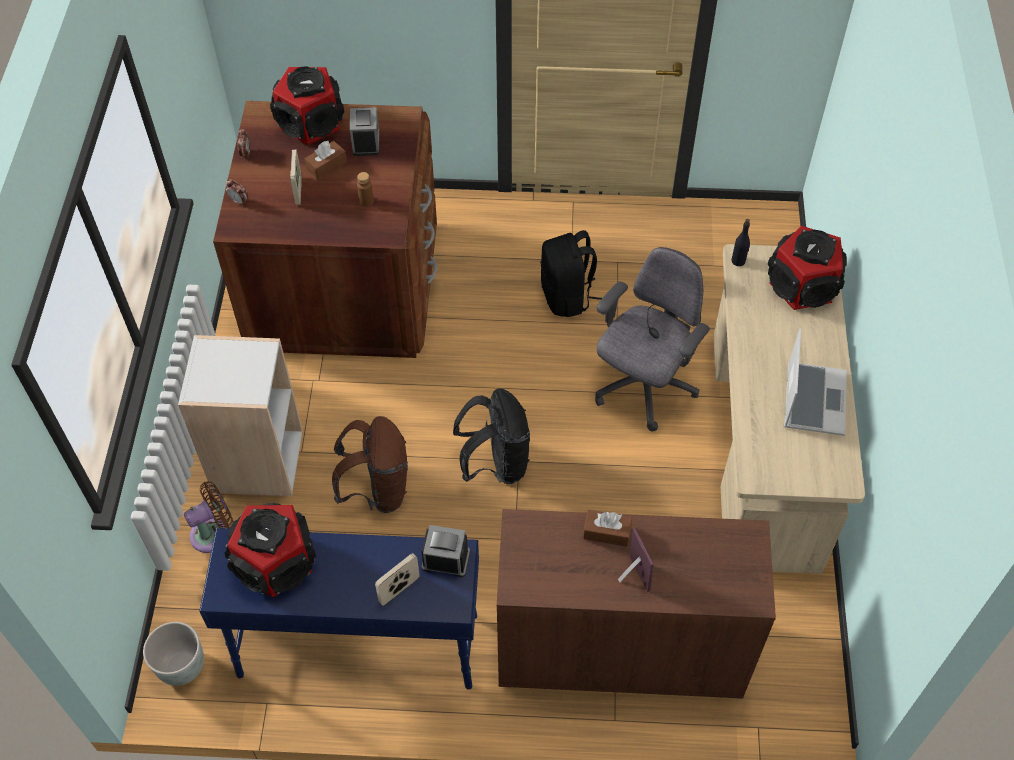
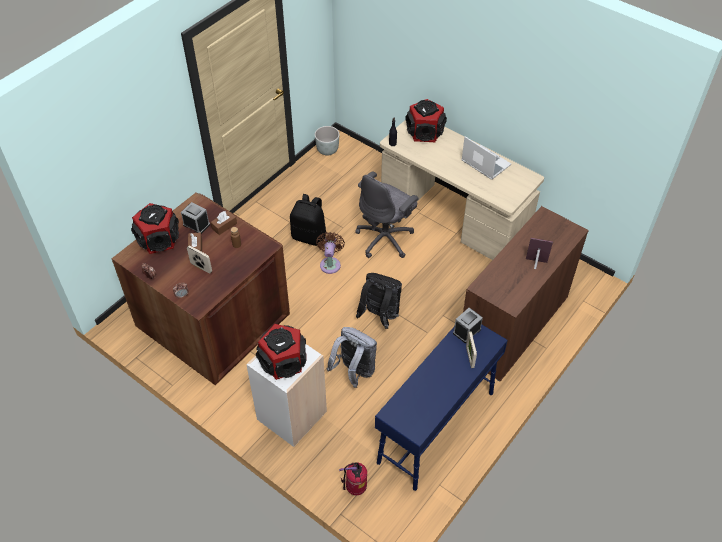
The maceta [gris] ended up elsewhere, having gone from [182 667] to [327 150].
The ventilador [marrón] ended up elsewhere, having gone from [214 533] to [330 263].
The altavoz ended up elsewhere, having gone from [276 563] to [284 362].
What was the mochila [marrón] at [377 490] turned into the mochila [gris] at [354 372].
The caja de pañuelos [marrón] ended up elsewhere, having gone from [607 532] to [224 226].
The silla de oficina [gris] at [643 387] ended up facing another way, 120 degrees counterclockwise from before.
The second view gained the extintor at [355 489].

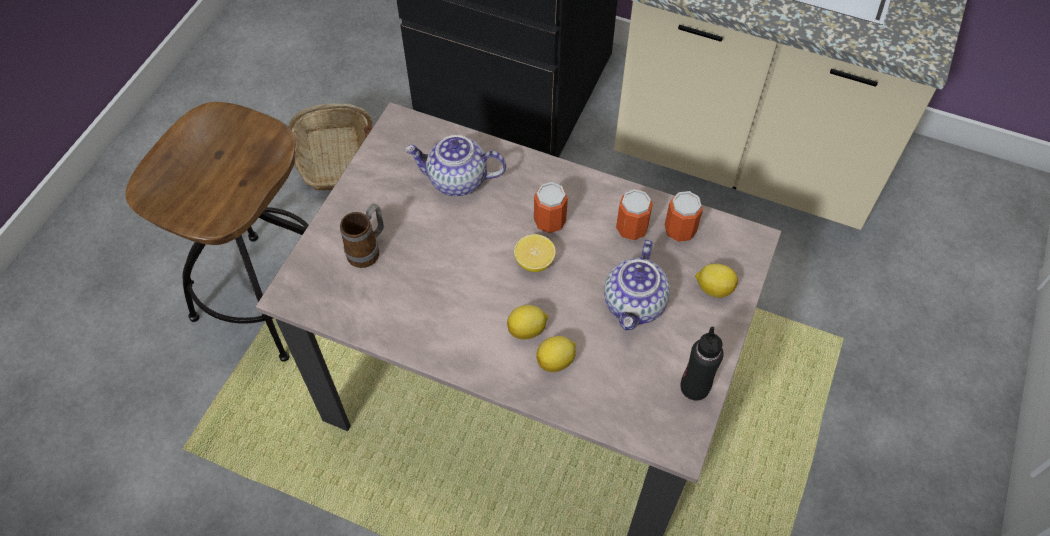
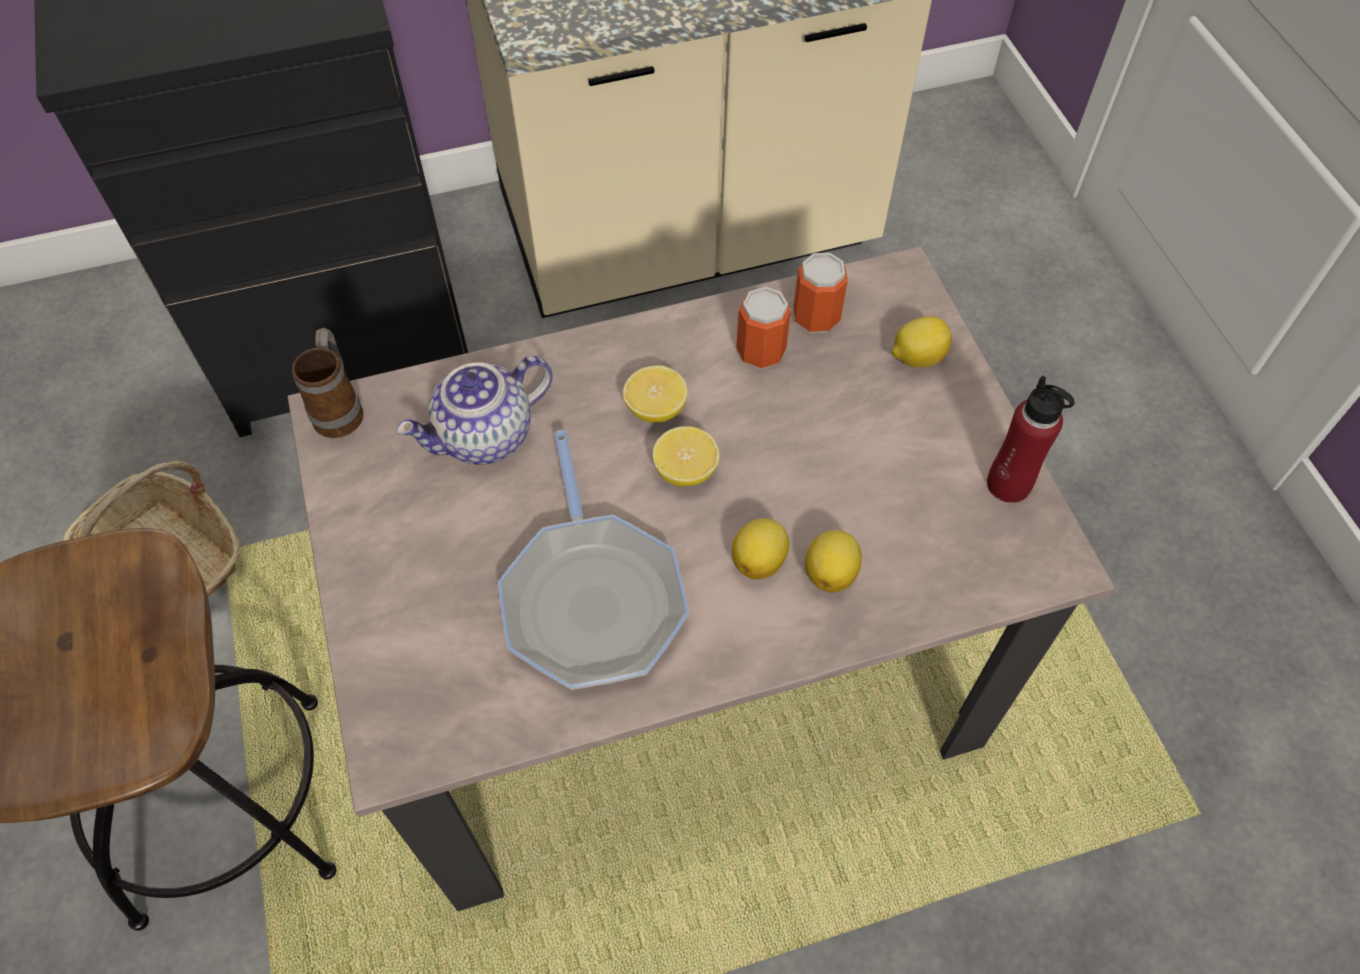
The taza grande ended up elsewhere, having gone from [368 250] to [340 408].
Where the lata stood at [549 221], the limón came to stand at [655 409].
The second view lost the tetera at [635 304].
What was the botella [negro] at [695 387] turned into the botella [rojo] at [1008 484].
The second view gained the sartén at [592 597].

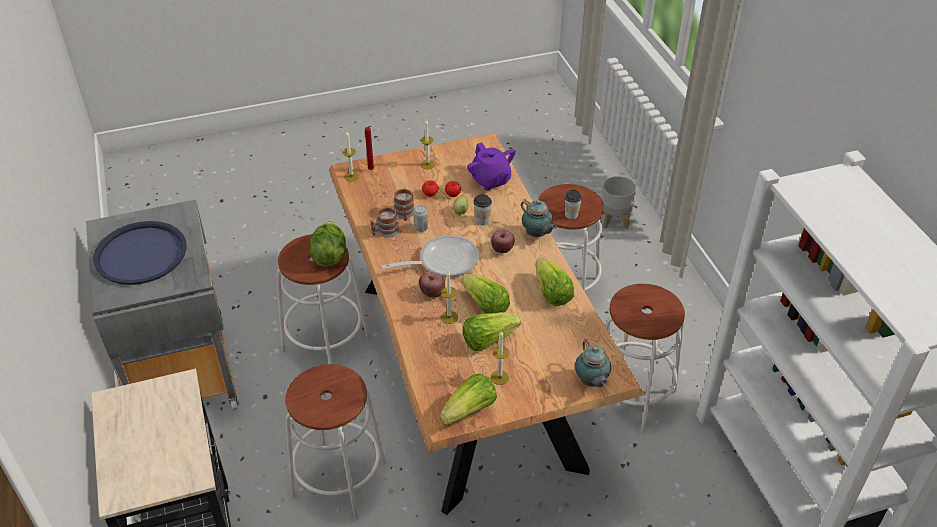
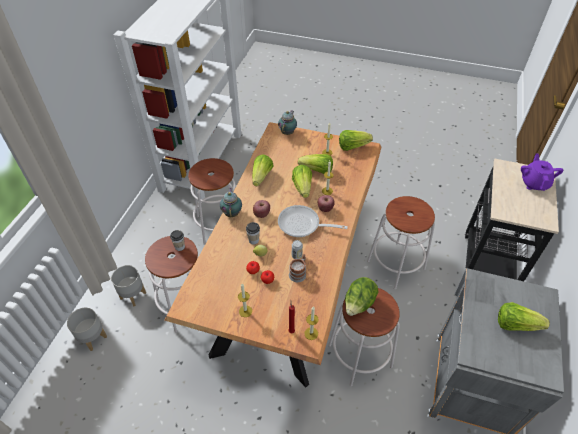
Where the bandeja [azul] stood at [141 254], the lechuga came to stand at [515 324].
The second view lost the taza grande at [384 232].
The tetera [morado] ended up elsewhere, having gone from [490 180] to [534 183].
The second view gained the maceta [gris] at [133 295].

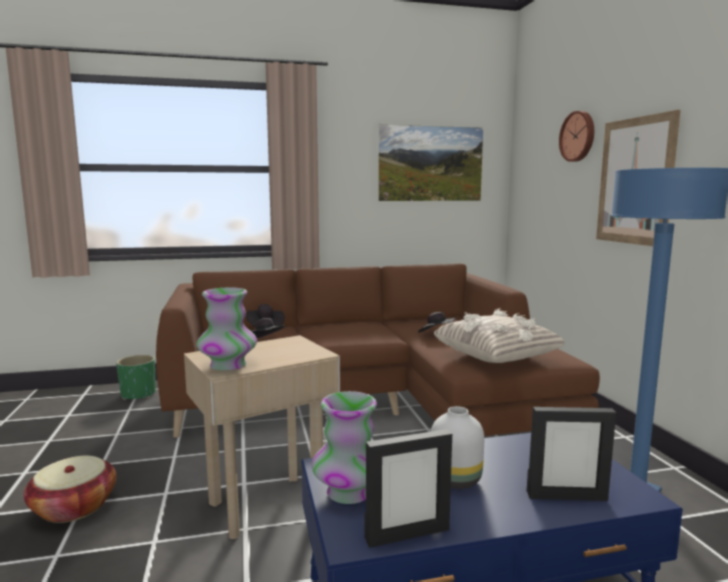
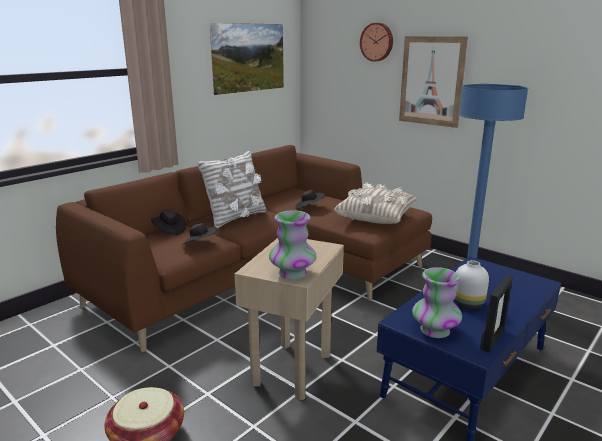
The second view lost the maceta [verde] at [138 394].
The second view lost the portarretratos at [566 496].
The second view gained the cojín [blanco] at [236 218].

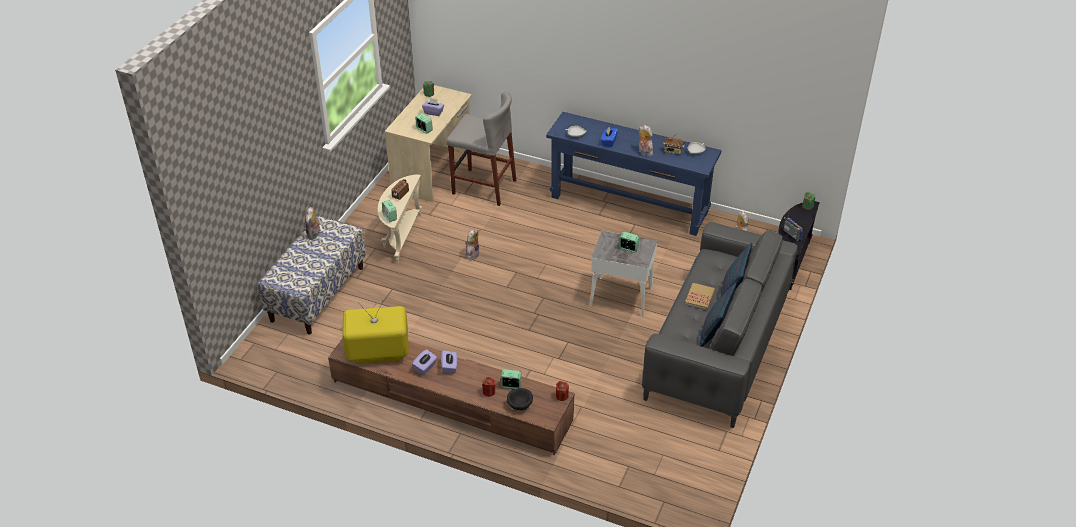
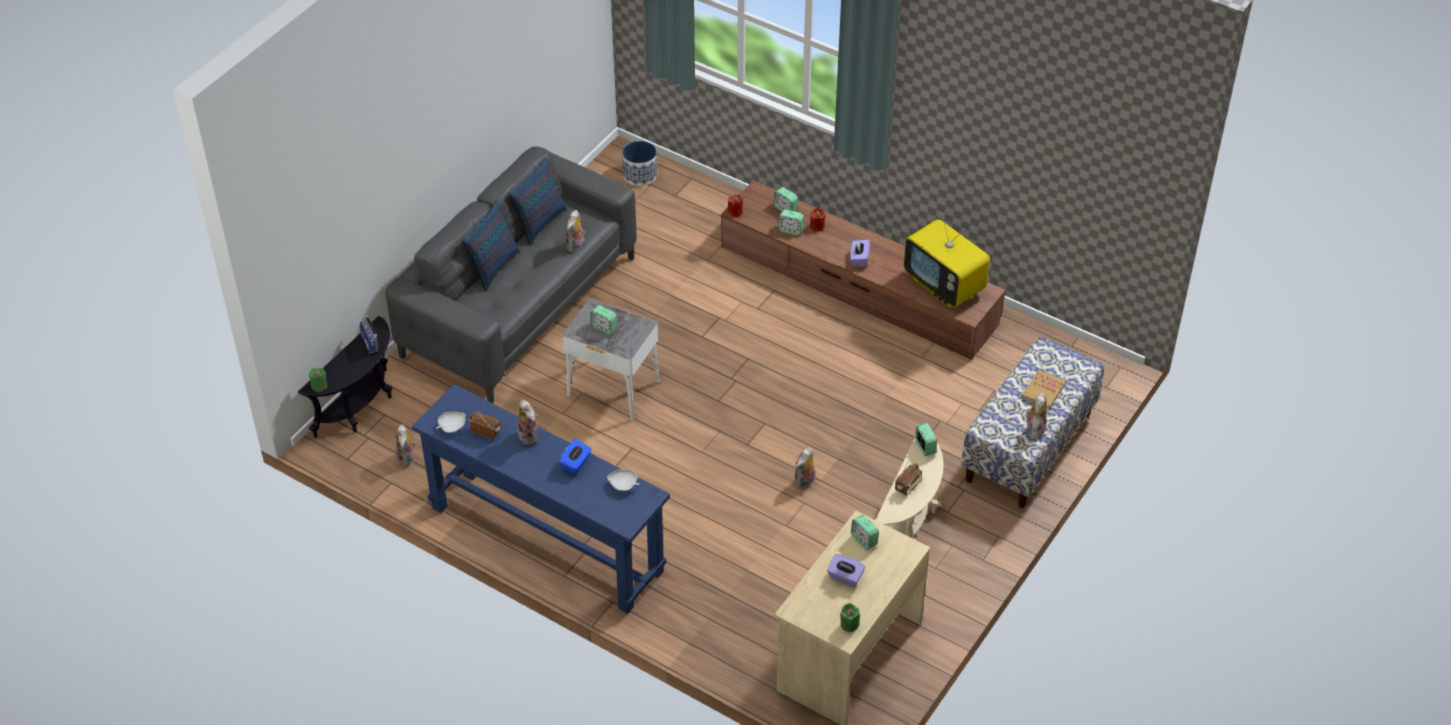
The televisor at [377 353] ended up facing another way, 45 degrees clockwise from before.
The second view lost the caja de pañuelos [morado] at [425 367].
The second view lost the taburete [gris] at [484 187].
Where the cuenco [negro] stood at [519 405], the despertador came to stand at [785 209].
The libro ended up elsewhere, having gone from [699 297] to [1043 391].
The second view gained the peluche at [576 246].
The second view gained the maceta at [640 175].

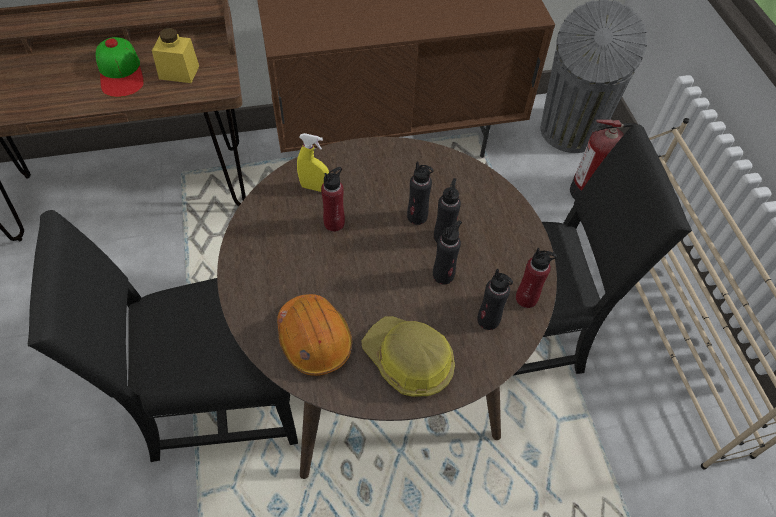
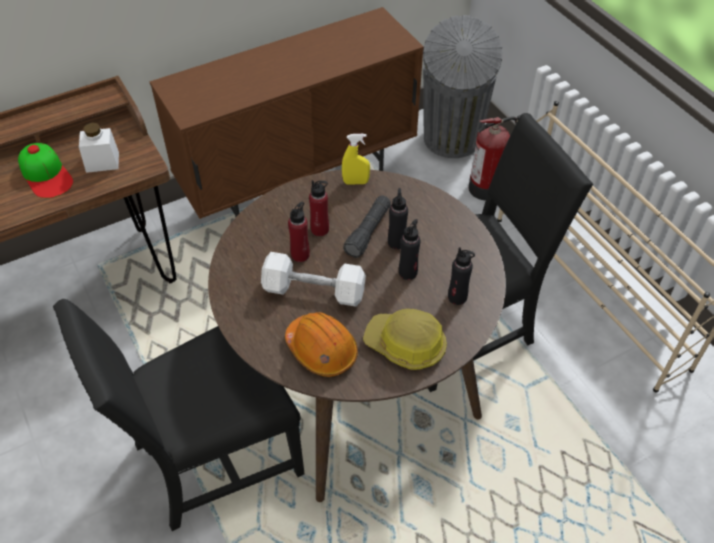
What was the tarro [amarillo] at [179 72] turned into the tarro [blanco] at [102 162].
The pulverizador [amarillo] ended up elsewhere, having gone from [314 187] to [355 182].
Where the botella [negro] stood at [417 216], the linterna [negro] came to stand at [368 232].
The botella [rojo] ended up elsewhere, having gone from [526 298] to [320 229].
The second view gained the mancuerna [blanco] at [314 291].

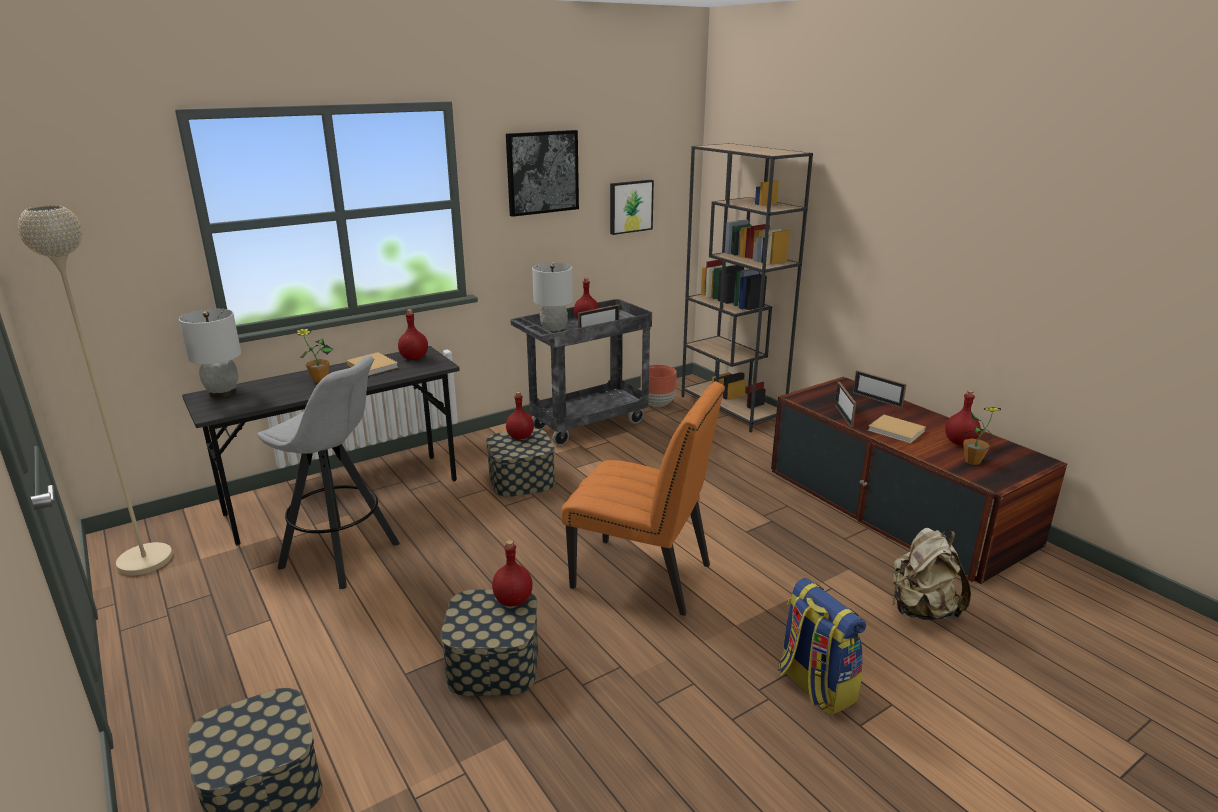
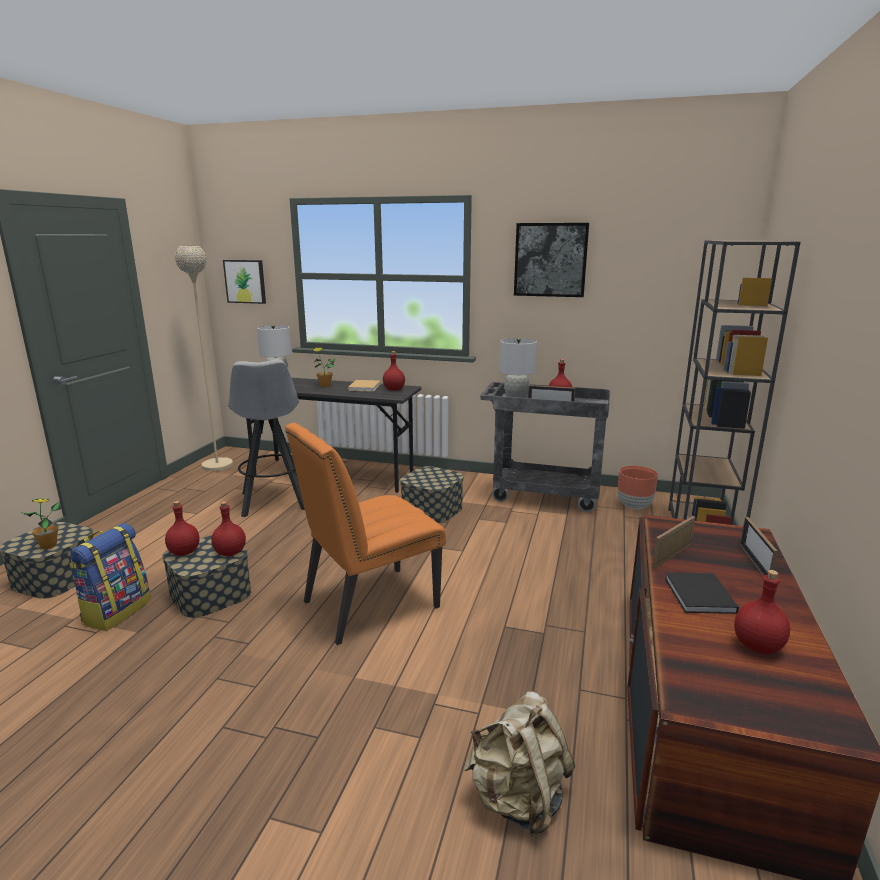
The botella [rojo] ended up elsewhere, having gone from [520 437] to [183 552].
The silla [naranja] at [640 576] ended up facing another way, 75 degrees clockwise from before.
The cuadro ended up elsewhere, having gone from [630 206] to [245 281].
The mochila ended up elsewhere, having gone from [814 686] to [116 611].
What was the libro [beis] at [897 431] turned into the libro [negro] at [700 596].
The planta en maceta ended up elsewhere, having gone from [972 461] to [48 546].

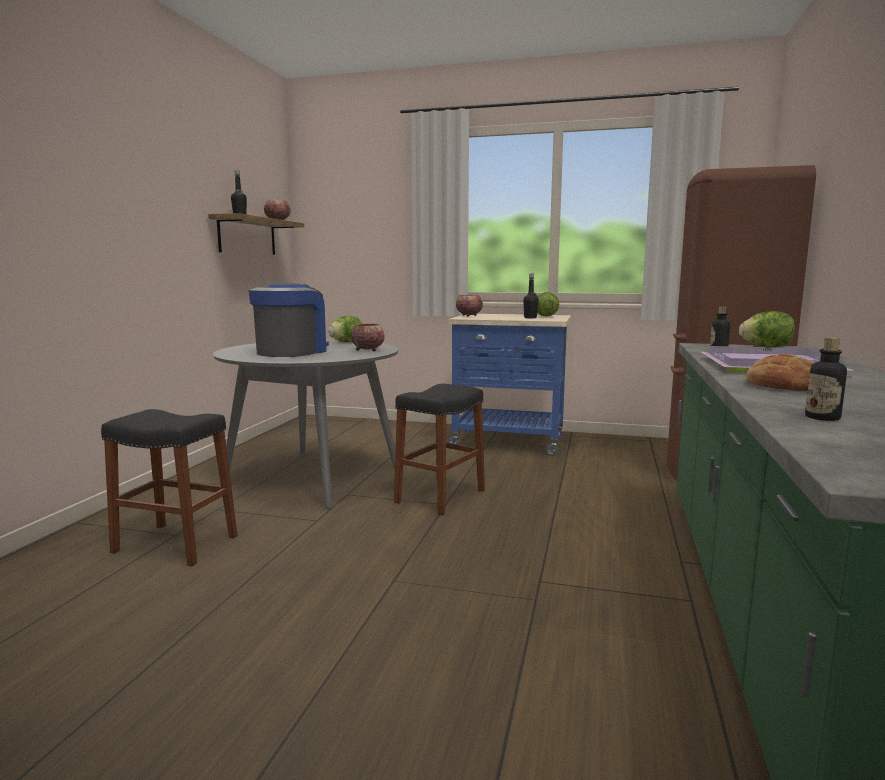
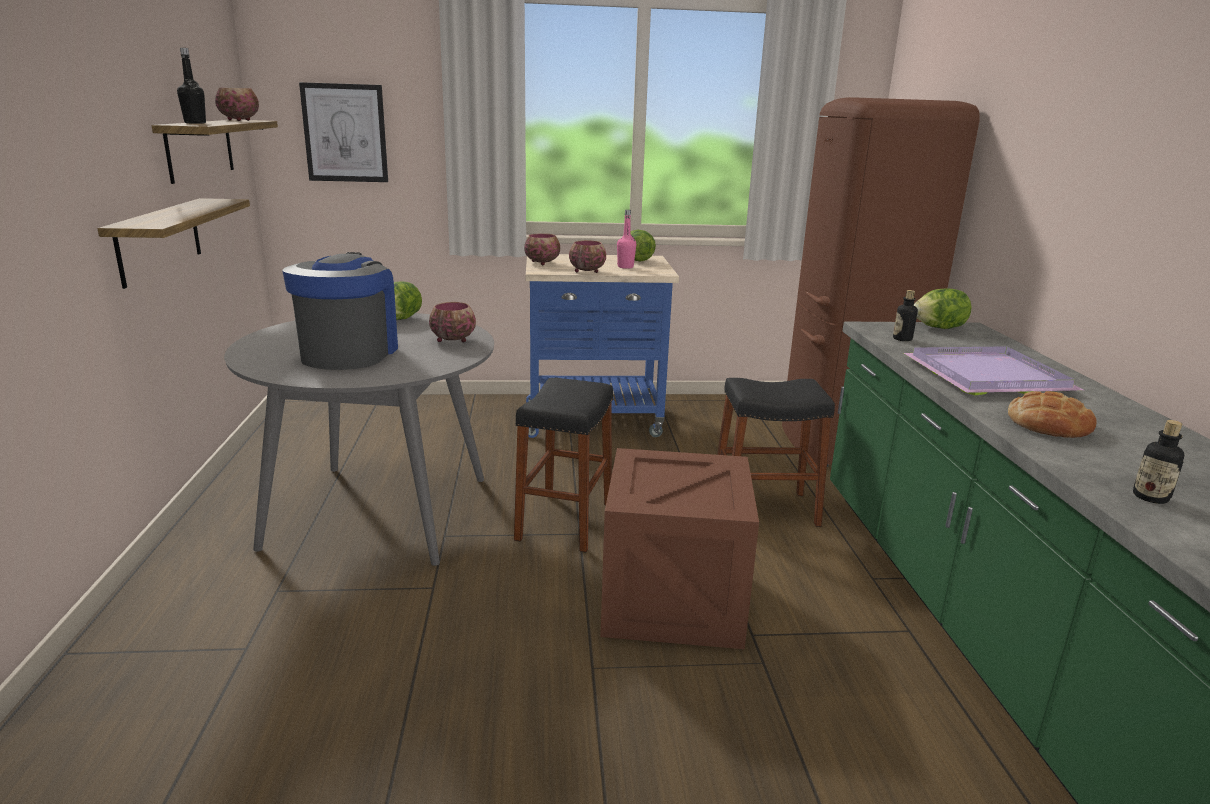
The taburete [negro] ended up elsewhere, having gone from [175 544] to [764 509].
What was the botella [negro] at [530 318] turned into the botella [rosa] at [625 267].
The second view gained the estante at [159 240].
The second view gained the cuadro at [345 133].
The second view gained the cuenco at [586 271].
The second view gained the caja de embalaje at [673 600].

